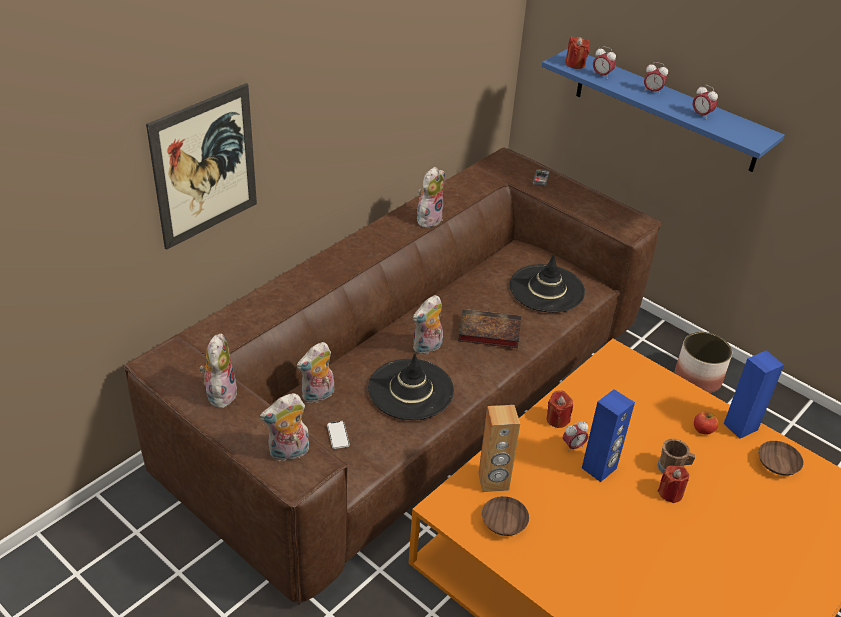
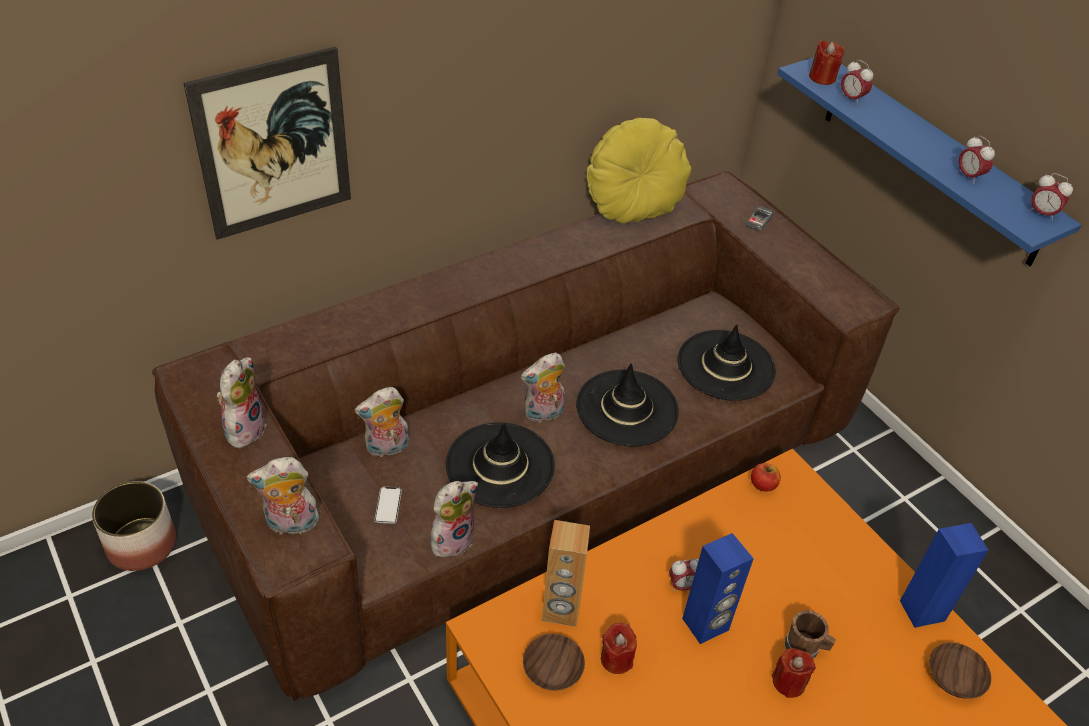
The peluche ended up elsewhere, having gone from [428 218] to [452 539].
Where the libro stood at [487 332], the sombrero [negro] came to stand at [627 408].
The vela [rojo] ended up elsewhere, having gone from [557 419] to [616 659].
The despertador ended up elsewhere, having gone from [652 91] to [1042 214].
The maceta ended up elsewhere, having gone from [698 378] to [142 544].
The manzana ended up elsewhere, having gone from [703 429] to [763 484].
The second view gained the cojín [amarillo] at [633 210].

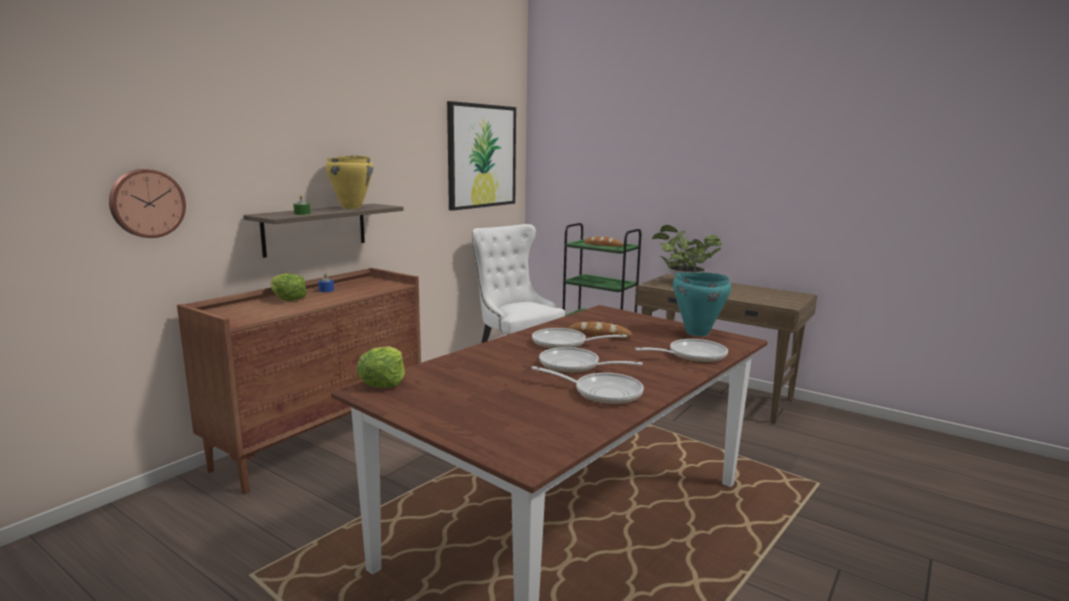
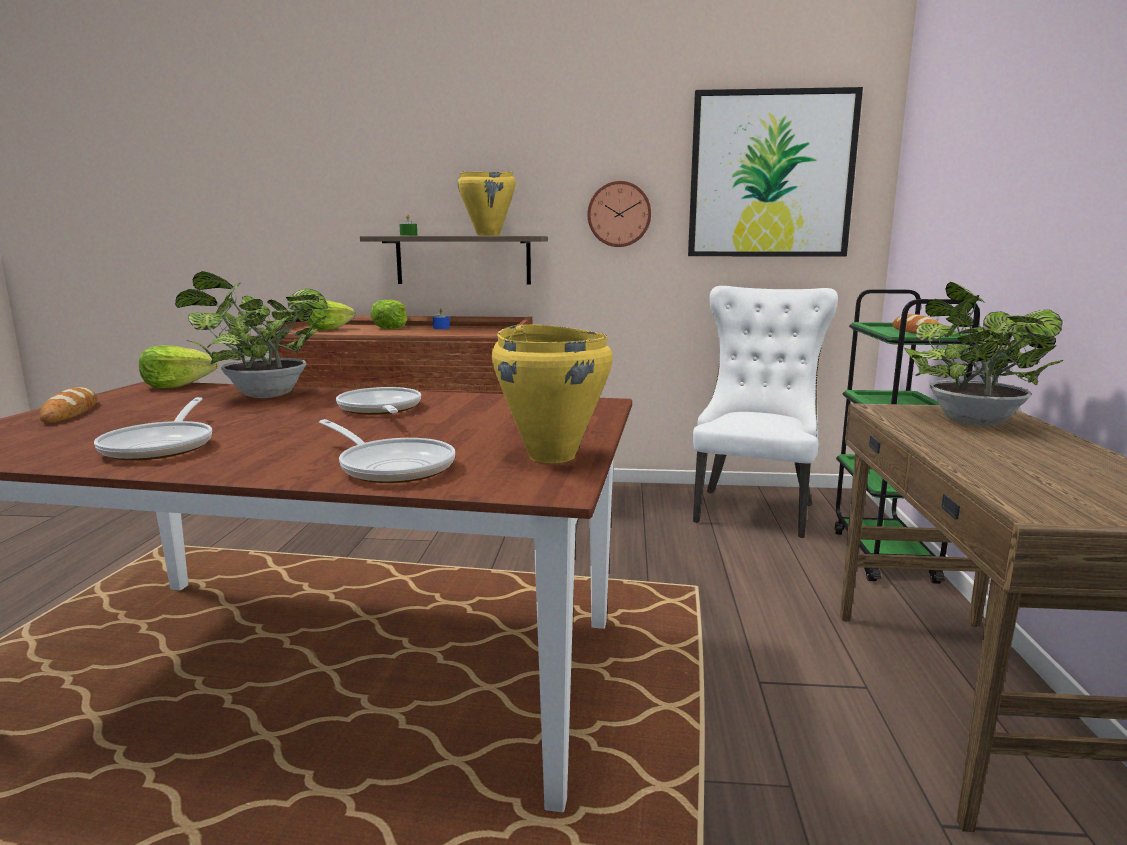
The reloj de pared ended up elsewhere, having gone from [146 203] to [619 214].
The second view lost the sartén at [574 366].
The pan ended up elsewhere, having gone from [599 335] to [70 412].
What was the olla [turquesa] at [696 333] turned into the olla [amarillo] at [552 456].
The second view gained the planta en maceta at [261 395].
The second view gained the lechuga at [328 329].

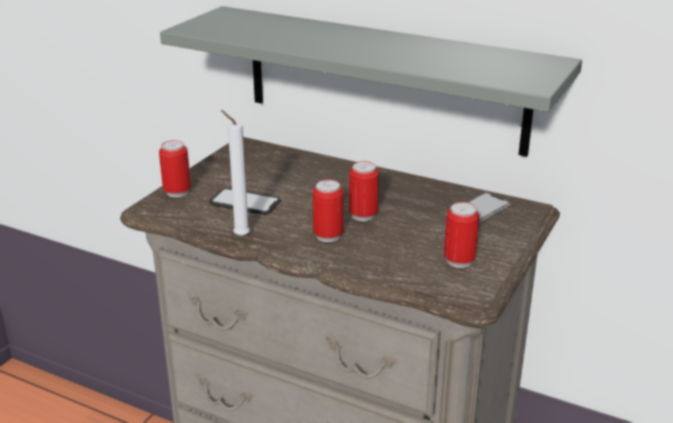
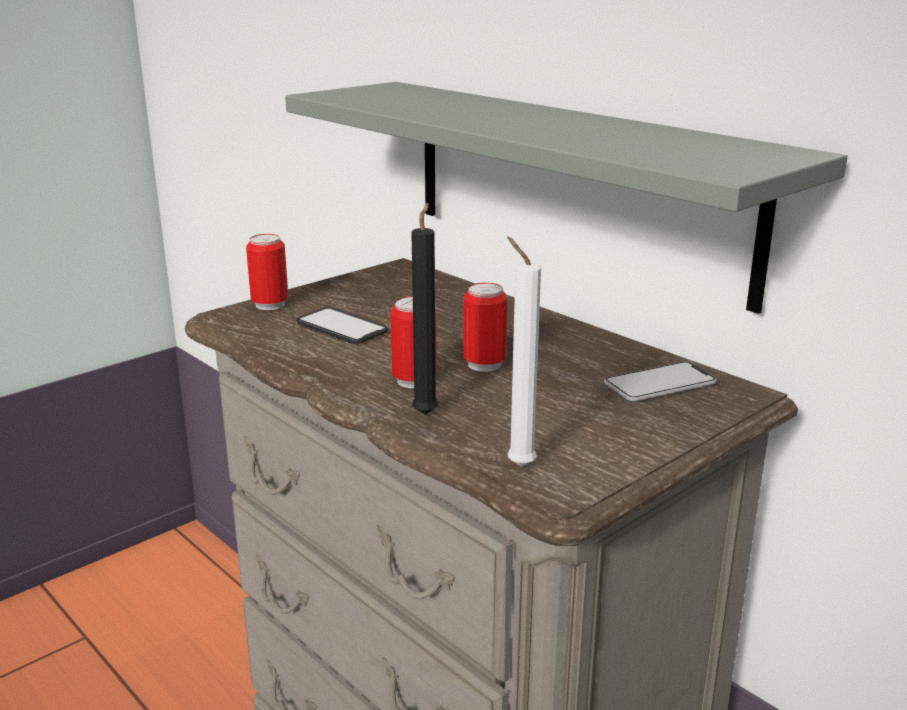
The vela [blanco] ended up elsewhere, having gone from [239 236] to [517 464].
The second view lost the lata at [459 261].
The second view gained the vela [negro] at [426 412].

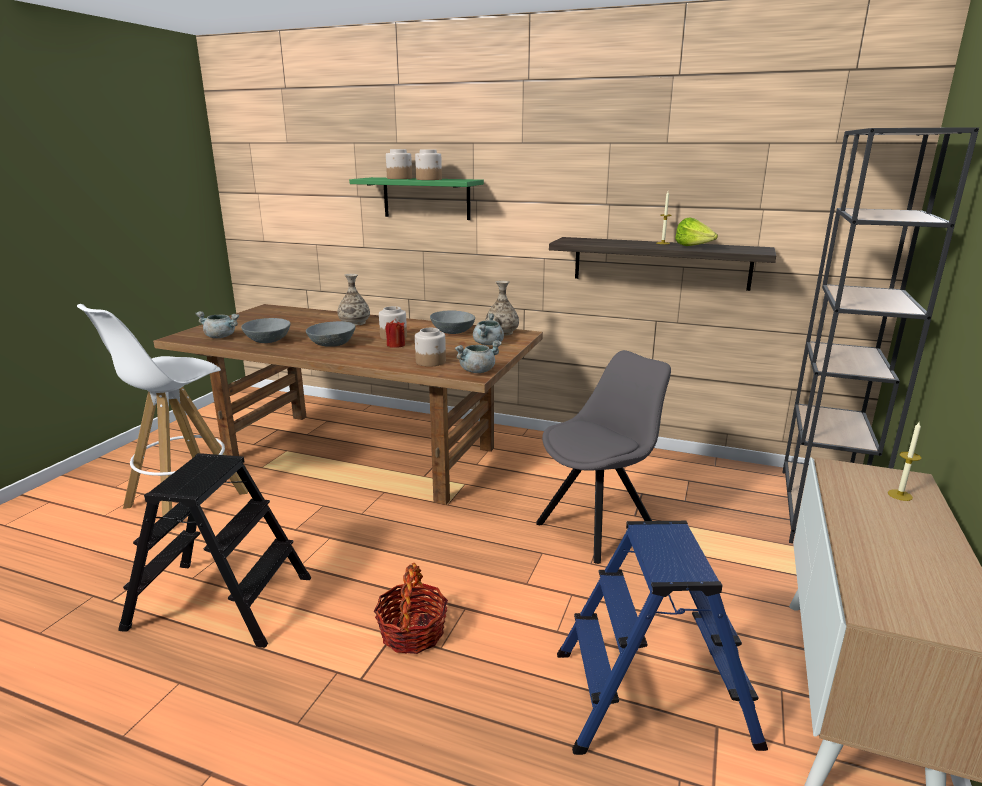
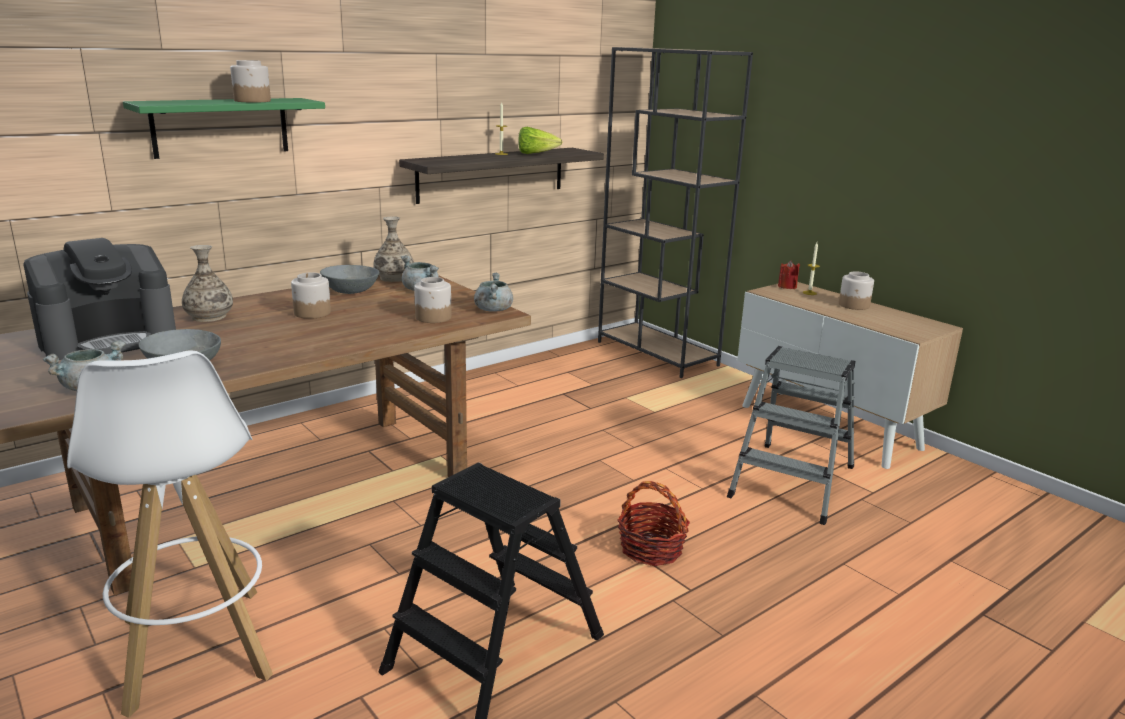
The second view lost the cuenco [gris] at [332 344].
The vela [rojo] ended up elsewhere, having gone from [396 345] to [787 287].
The tarro ended up elsewhere, having gone from [399 178] to [854 305].
The second view lost the silla [gris] at [597 527].
What was the escalera de tijera [azul] at [653 697] turned into the escalera de tijera [gris] at [793 480].
The second view gained the cafetera at [109 339].

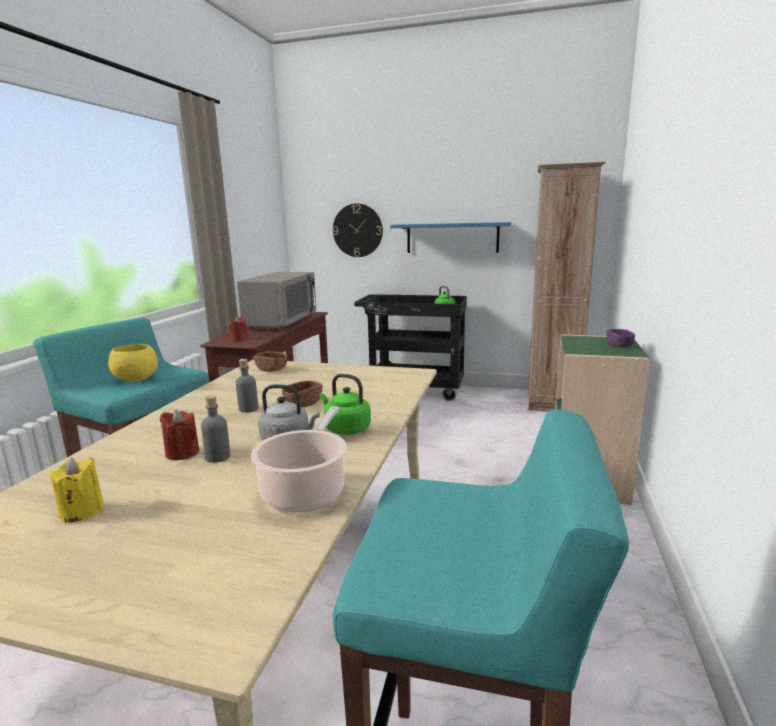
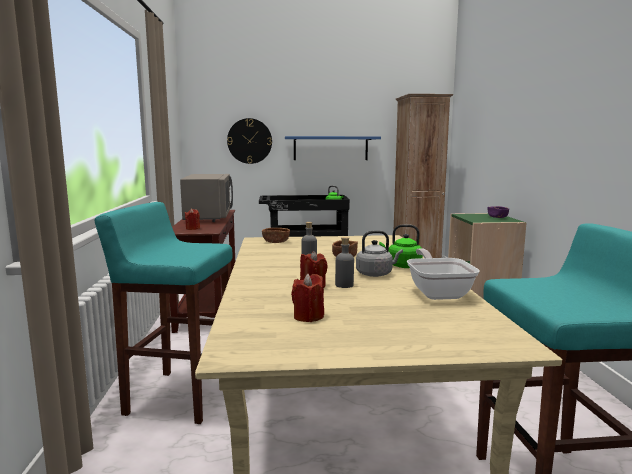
What was the vela [amarillo] at [82 511] turned into the vela [rojo] at [308 317].
The second view lost the cuenco [amarillo] at [136 380].
Where the olla stood at [305 490], the sartén came to stand at [438 292].

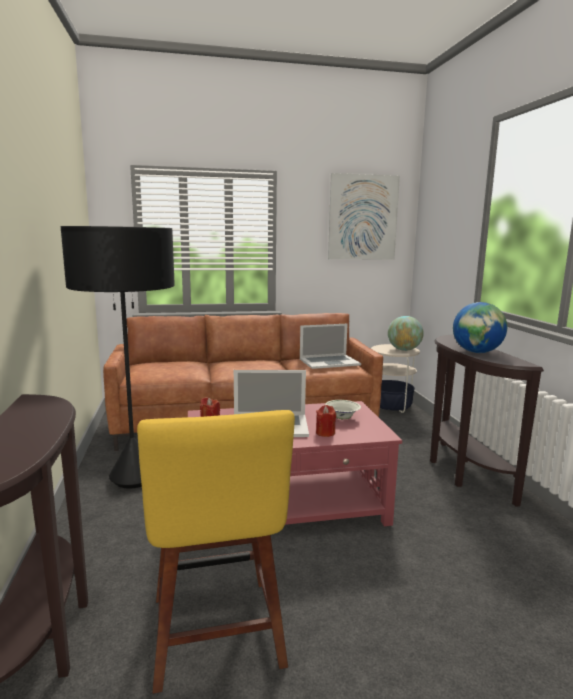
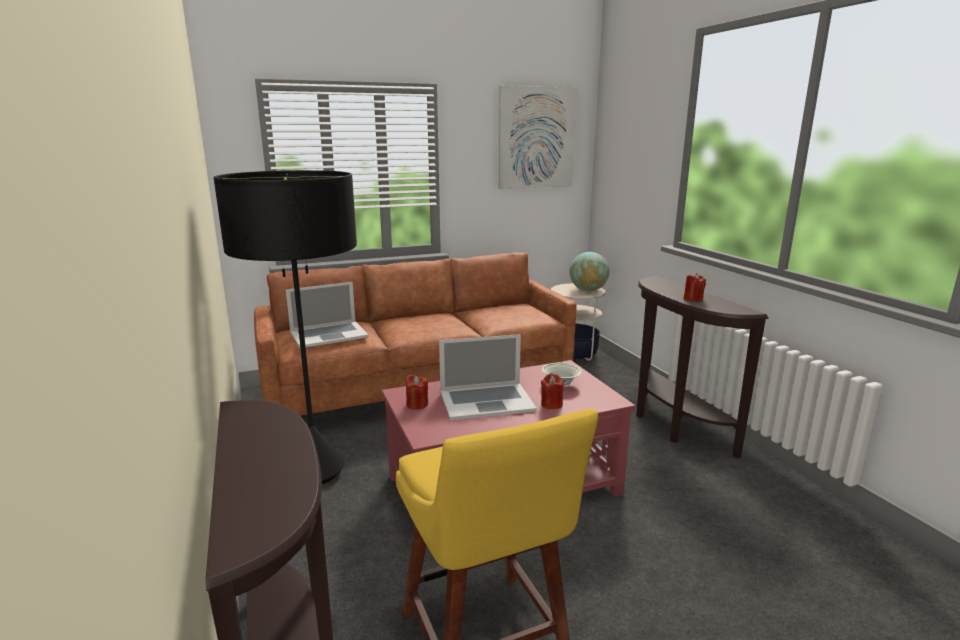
The portátil ended up elsewhere, having gone from [329 362] to [328 334].
Where the globo terráqueo stood at [477 352], the vela [rojo] came to stand at [693 299].

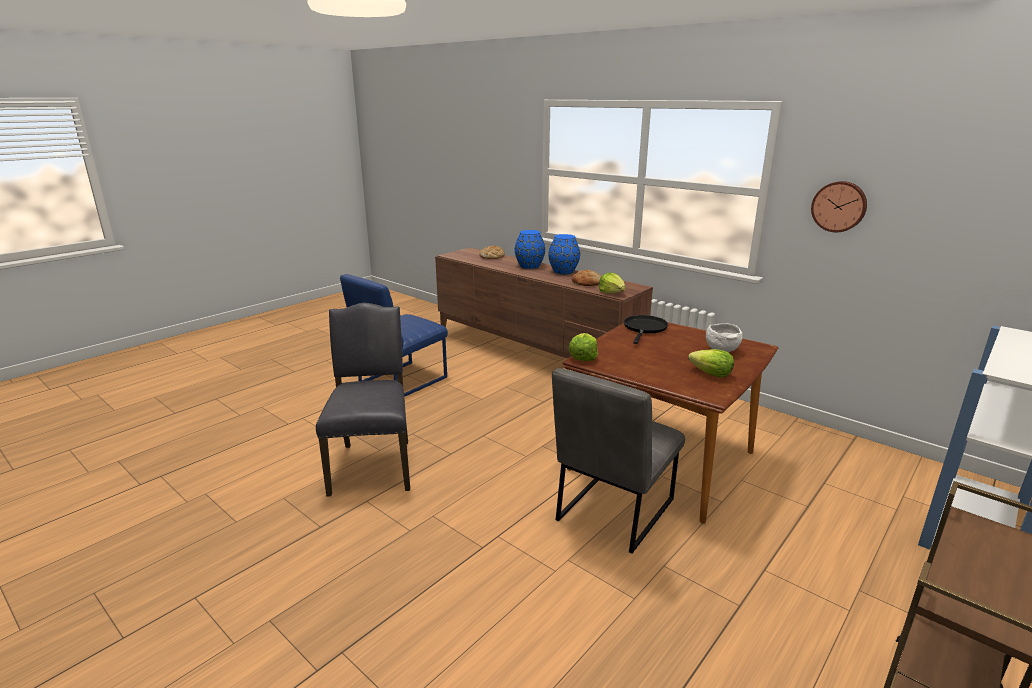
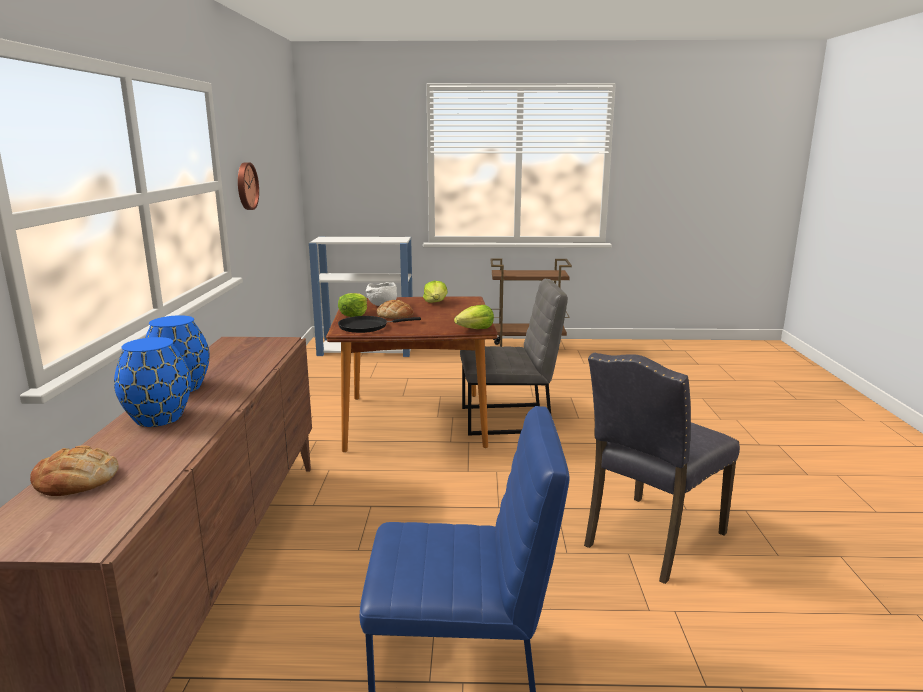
The pan ended up elsewhere, having gone from [587 282] to [395 315].
The lechuga ended up elsewhere, having gone from [612 292] to [354 314].

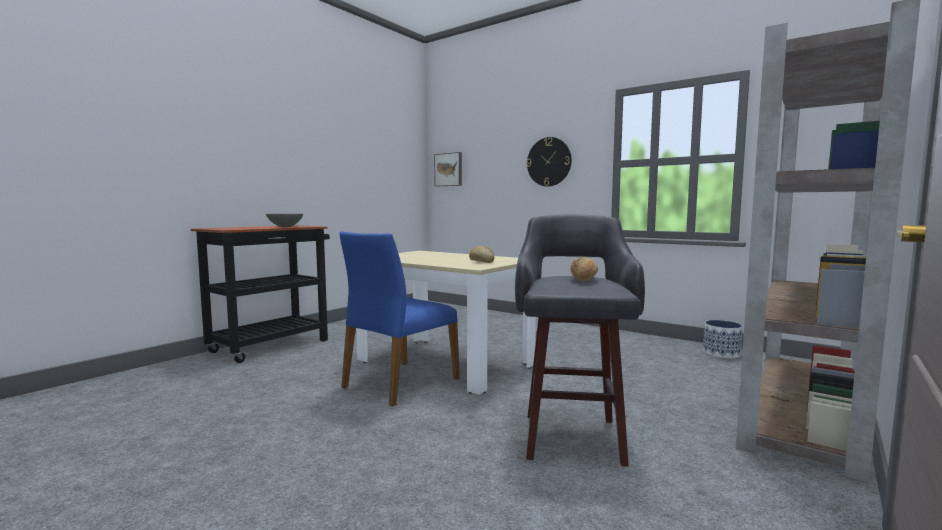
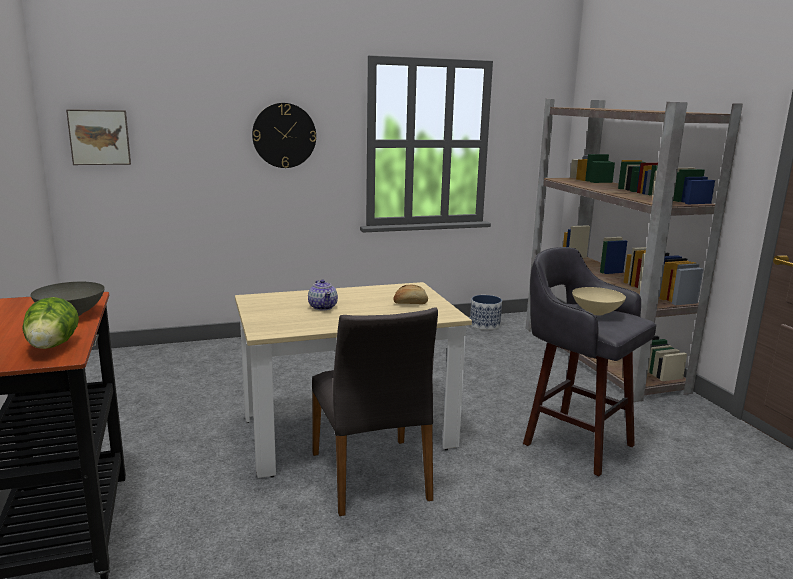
What was the silla [azul] at [399 383] turned into the silla [gris] at [372 476].
Where the pan stood at [583 279], the cuenco [beis] came to stand at [597 313].
The second view gained the lechuga at [52 347].
The second view gained the tetera at [323 307].

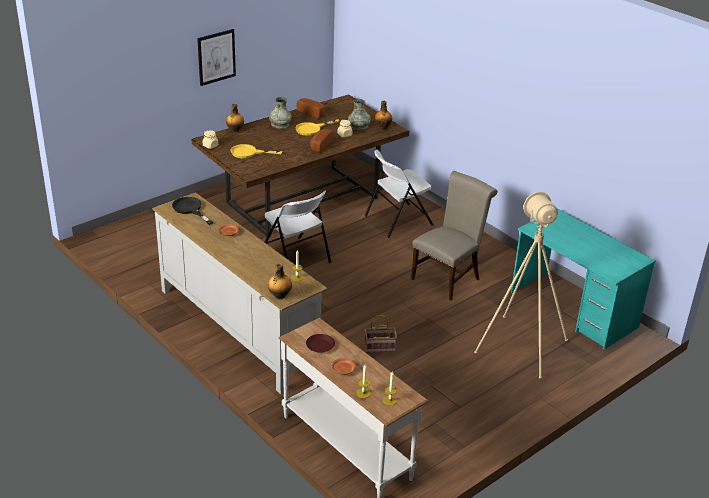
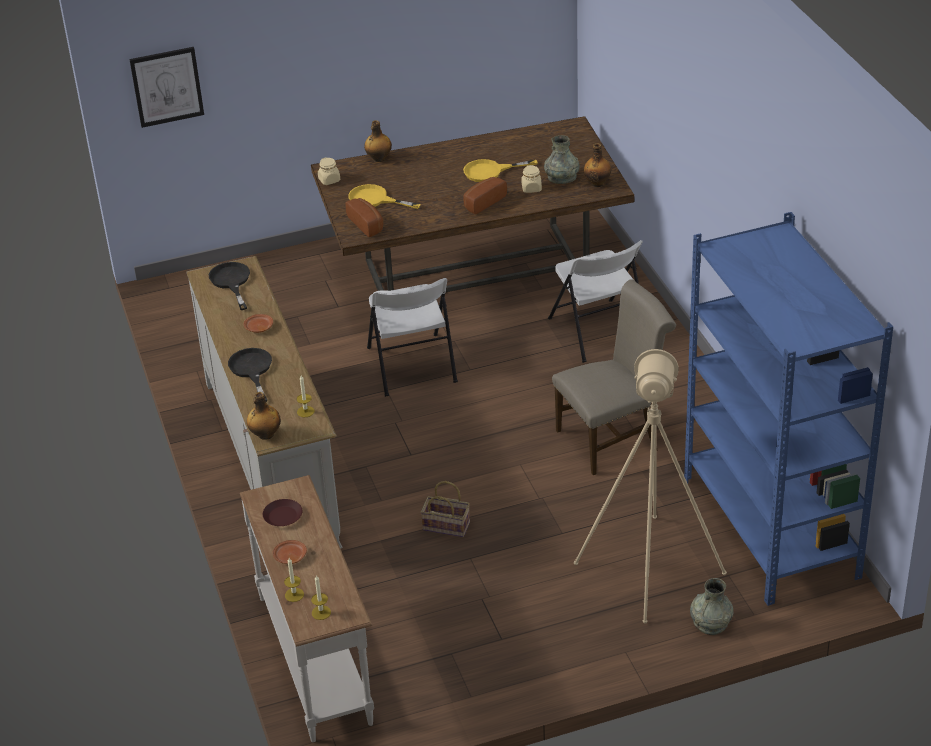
The cuadro ended up elsewhere, having gone from [216 57] to [167 86].
The florero [gris] ended up elsewhere, having gone from [280 125] to [710 622].
The pan ended up elsewhere, having gone from [312 113] to [367 224].
The silla [blanco] at [398 220] ended up facing another way, 105 degrees counterclockwise from before.
Where the escritorio [turquesa] stood at [573 310], the estantería [azul] came to stand at [770 527].
The second view gained the sartén [negro] at [252 370].

